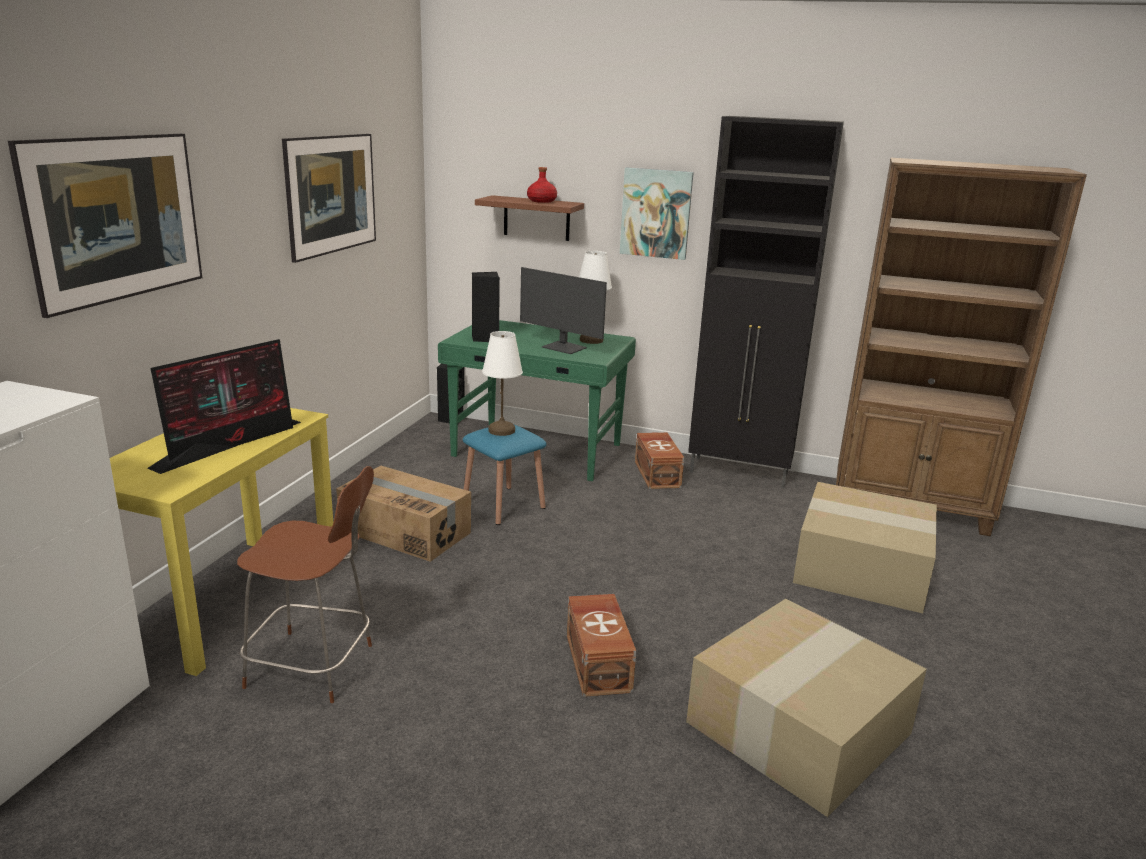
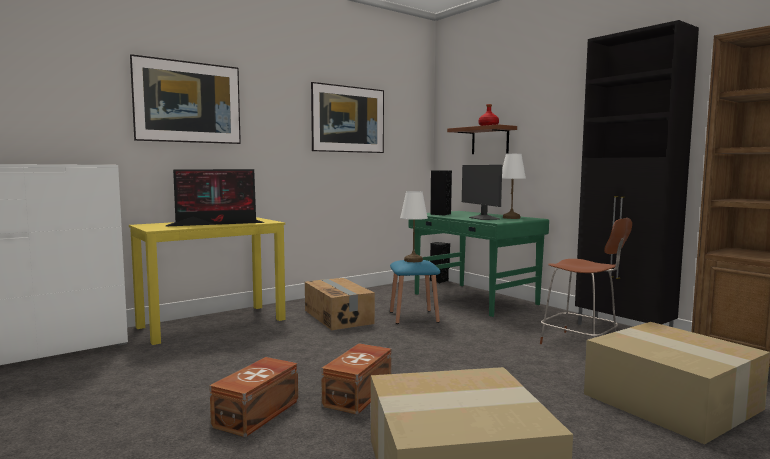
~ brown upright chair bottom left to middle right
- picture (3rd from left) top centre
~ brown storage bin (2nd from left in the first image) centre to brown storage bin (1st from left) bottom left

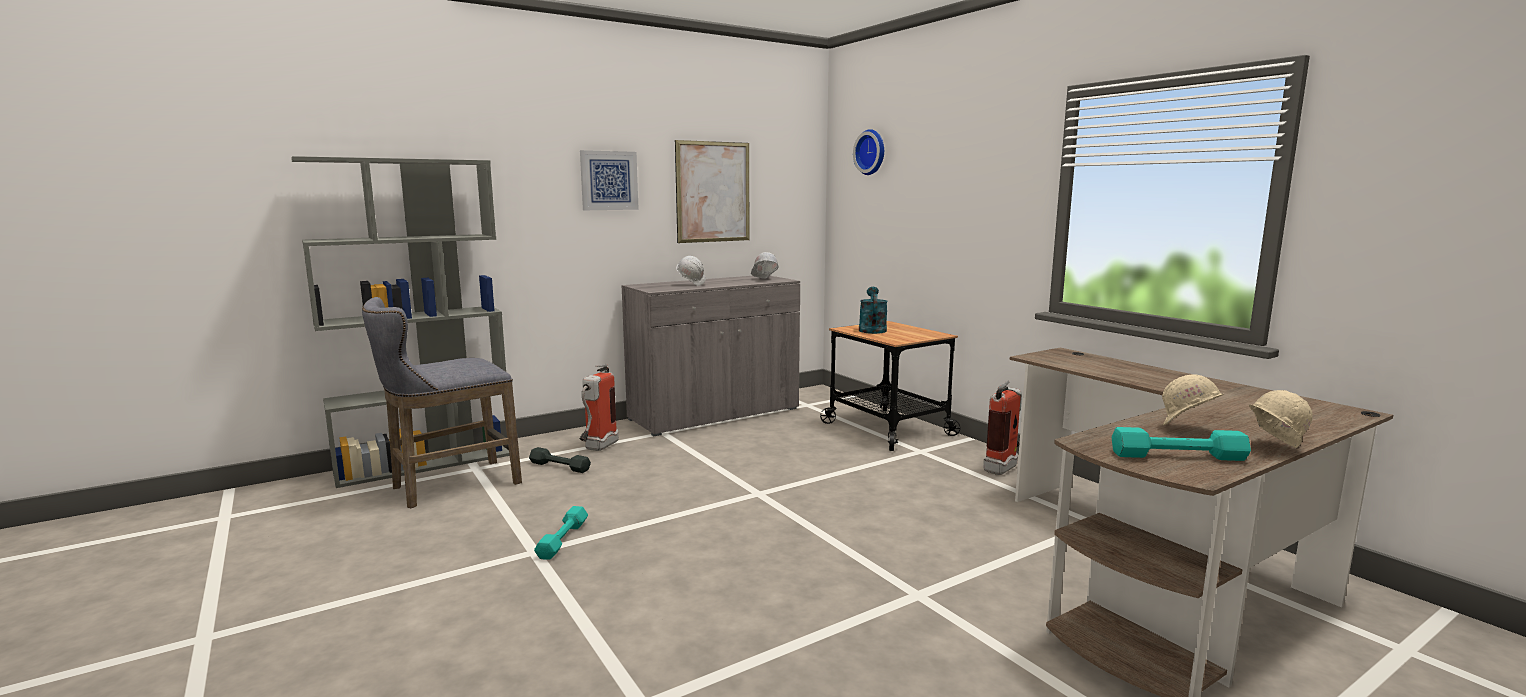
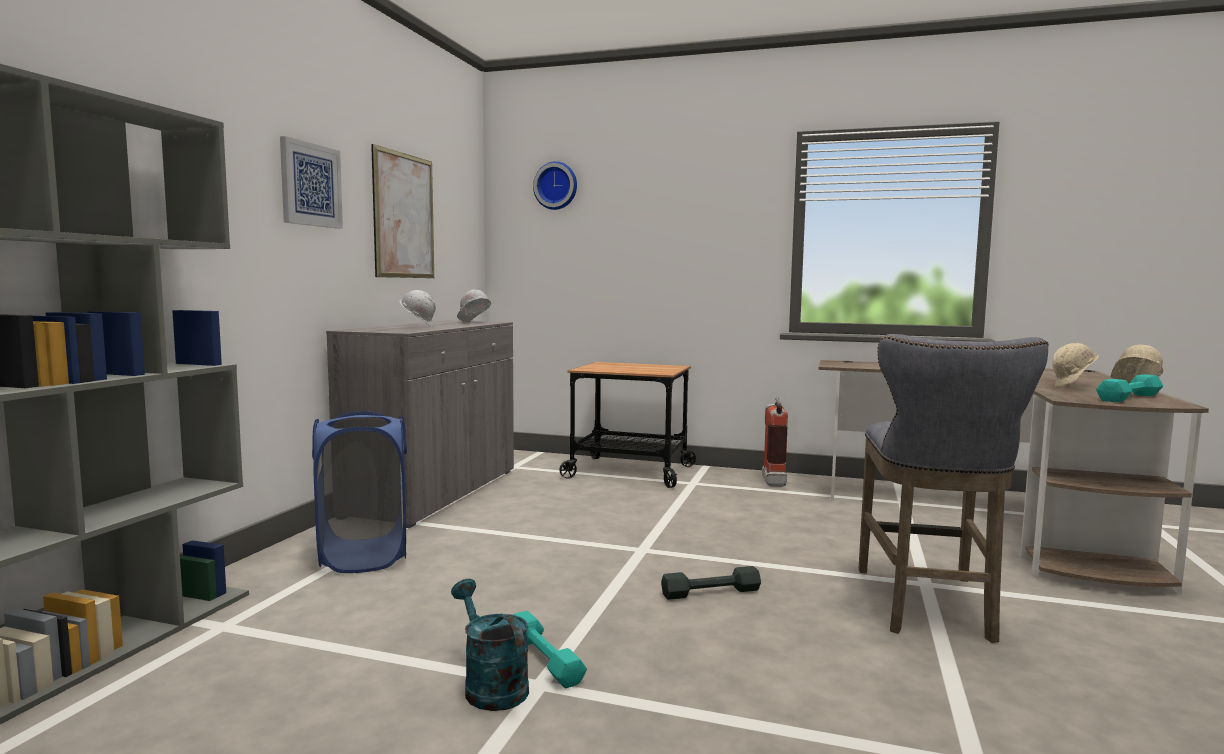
~ gray stool seat middle left to middle right
~ gray hand weight centre to bottom centre
~ fire-fighting cylinder (1st from left) centre to bluish hamper middle left
~ turquoise-coloured watering pot centre to bottom centre

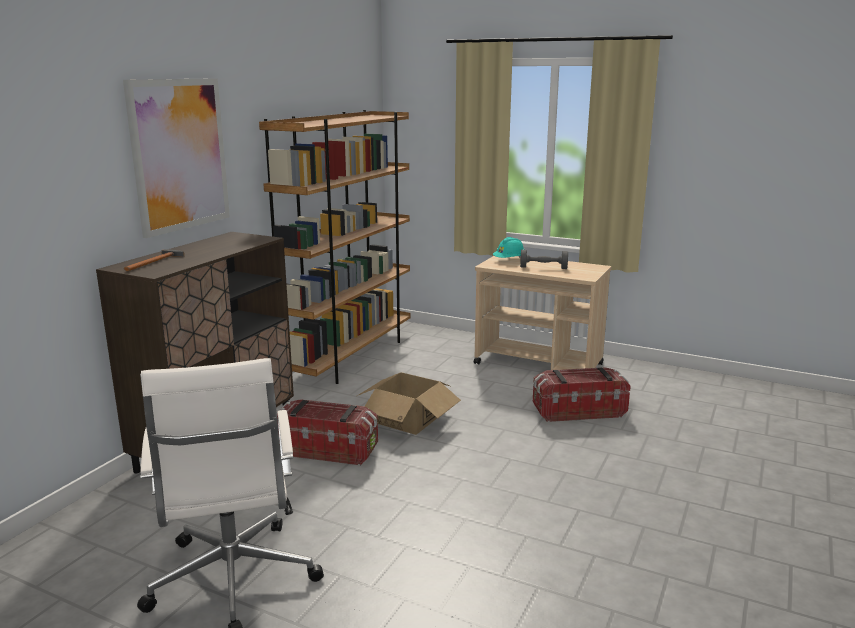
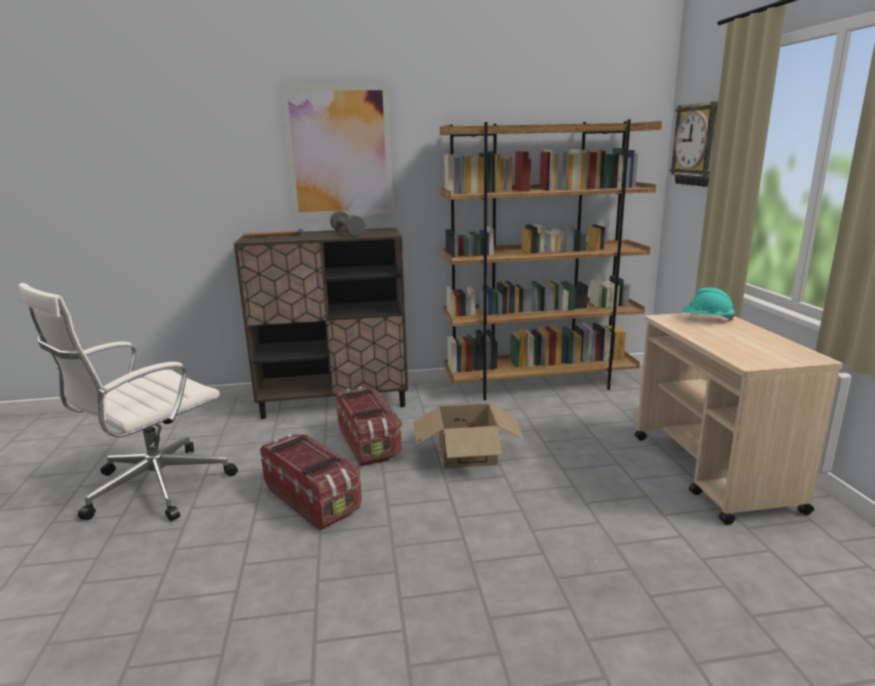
~ gray hand weight centre to top centre
~ storage bin (2nd from left in the first image) middle right to storage bin (1st from left) bottom centre
+ clock on the wall top right

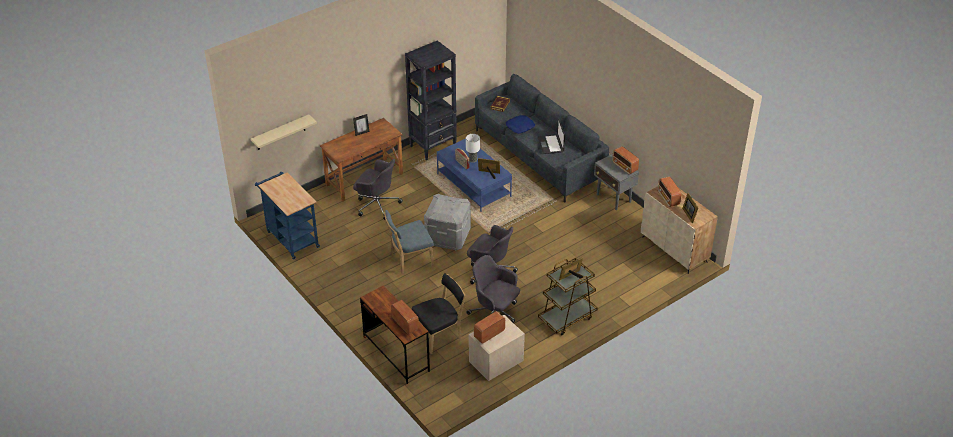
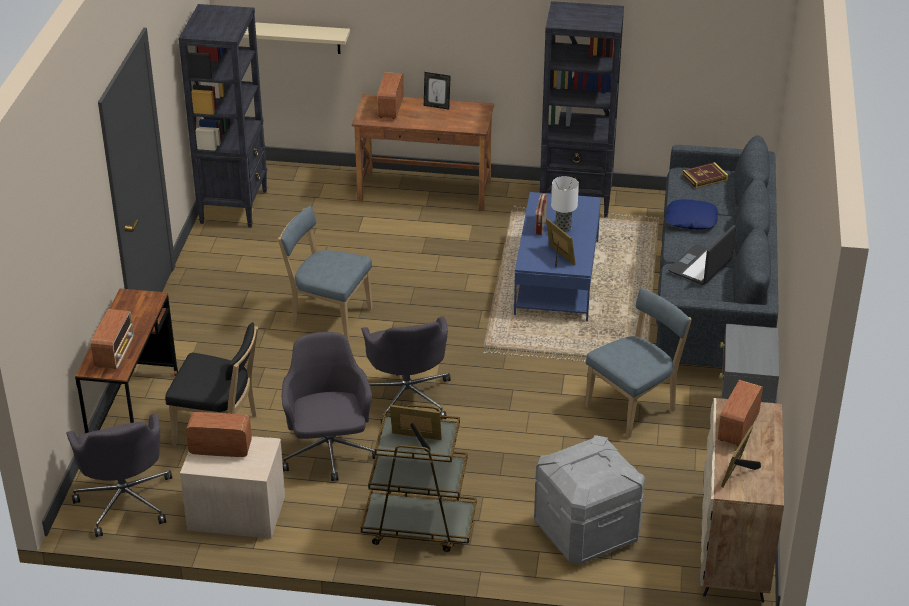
~ bluish cart middle left to blackish bookshelf (1st from left) top left
~ gray office chair (1st from left) centre to bottom left
~ gray storage bin centre to bottom centre
~ radio (4th from left in the first image) centre to radio (3rd from left) top centre
+ bluish upright chair (2nd from left) middle right

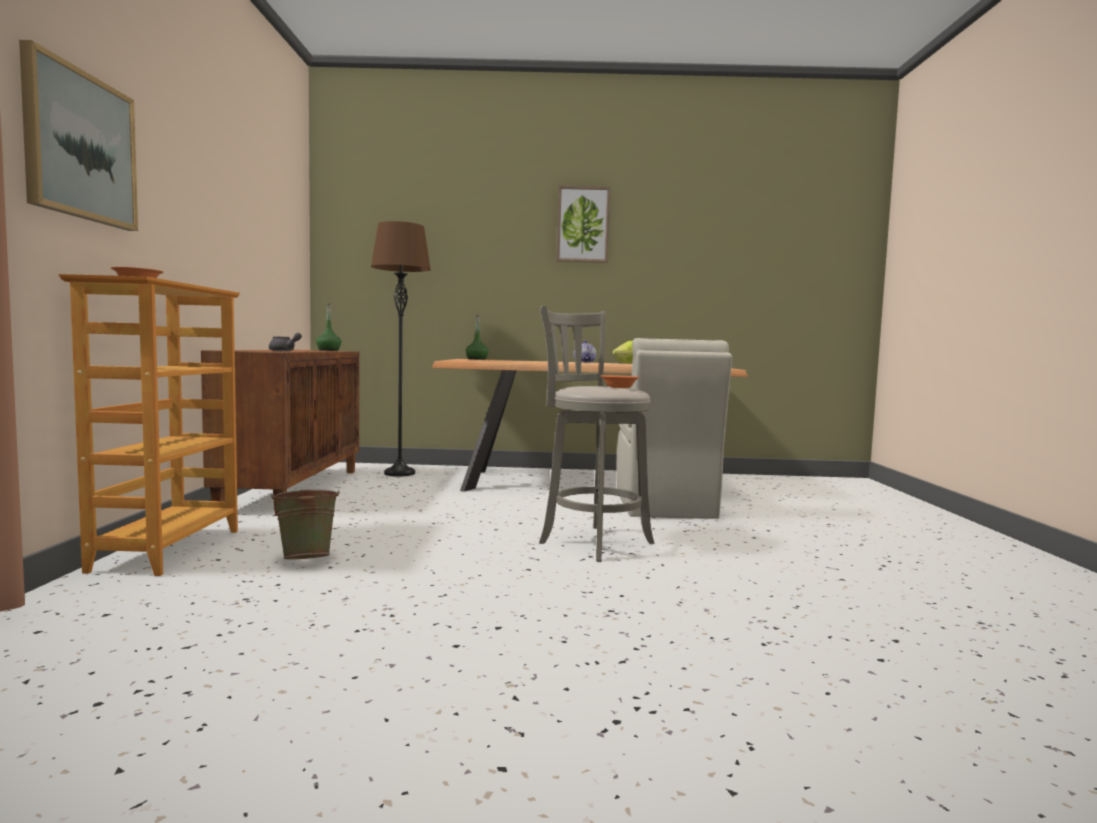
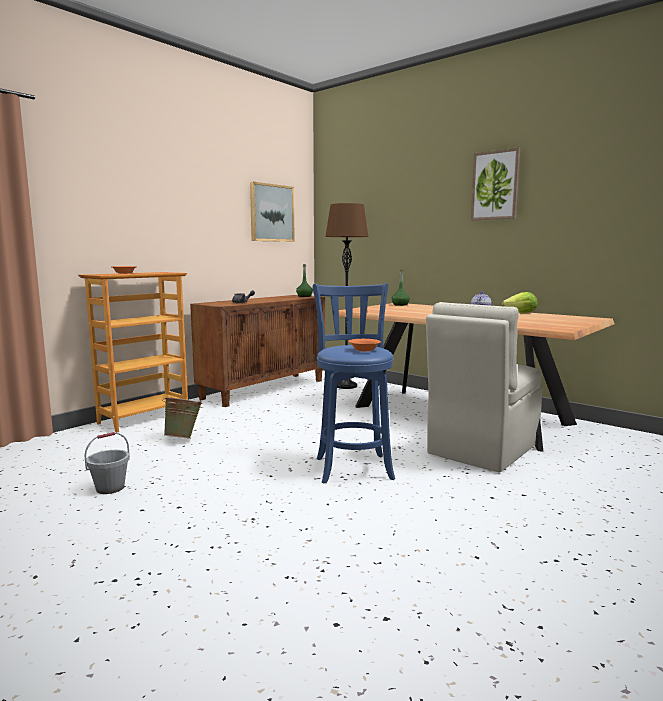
~ picture (1st from left) top left to top centre
~ gray stool seat centre to bluish stool seat centre
+ gray pail middle left

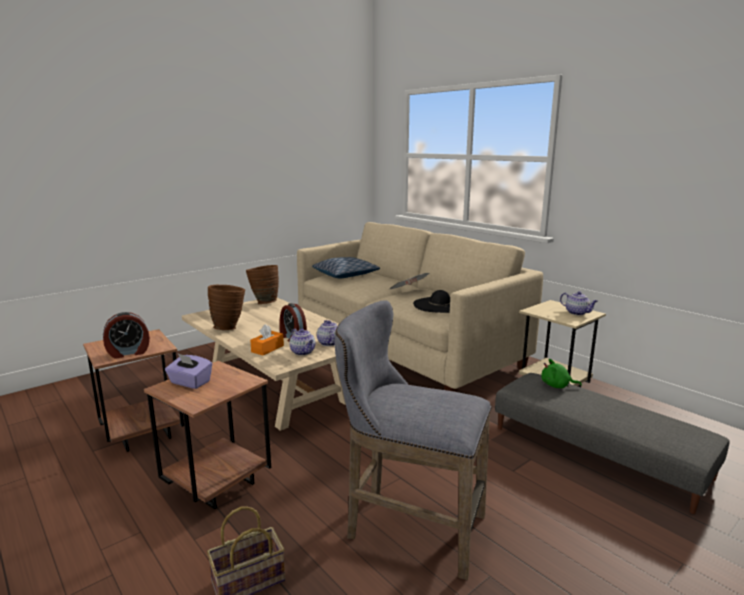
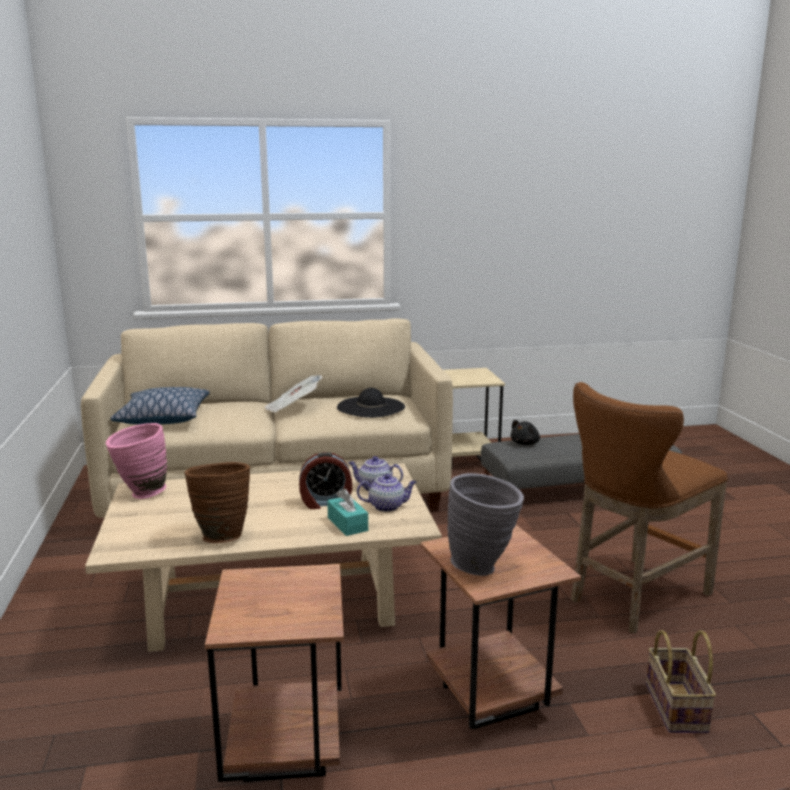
- alarm clock (1st from left) middle left
~ purple tissue box middle left to gray decorative vase centre
~ brown decorative vase (2nd from left) centre to pink decorative vase middle left
~ orangey tissue box centre to turquoise-coloured tissue box centre
~ gray stool seat bottom centre to brown stool seat middle right
~ green soft toy middle right to blackish soft toy centre
- tea pot (3rd from left) middle right

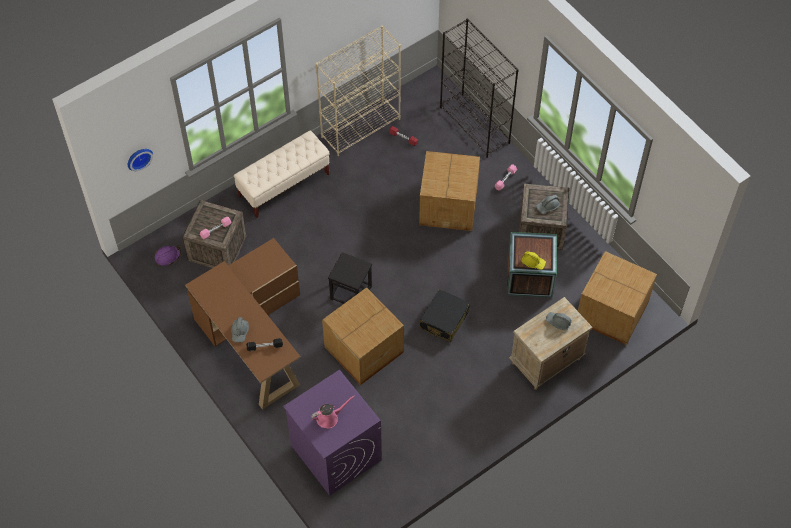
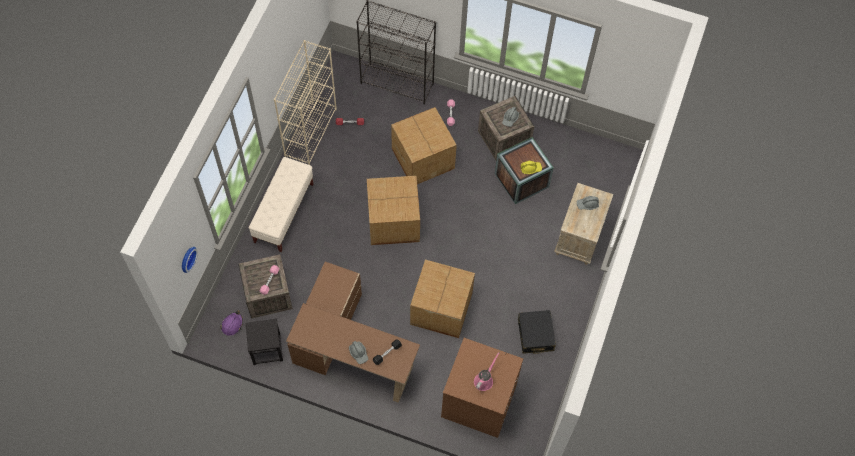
~ purple washing machine bottom centre to brown washing machine bottom centre
~ blackish stool seat centre to bottom left
~ blackish piece of luggage centre to bottom centre
~ packing box (3rd from left in the first image) middle right to packing box (1st from left) centre

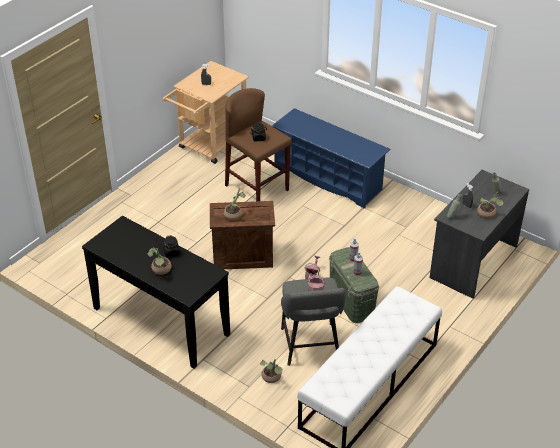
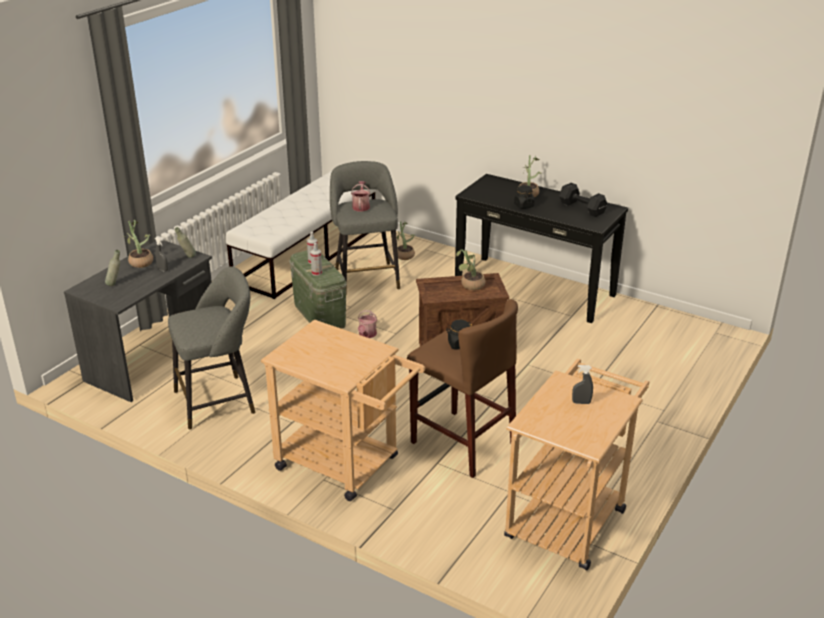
~ bluish shoe rack centre to sand-coloured cart (1st from left) centre
+ gray stool seat (1st from left) middle left
+ blackish hand weight top right

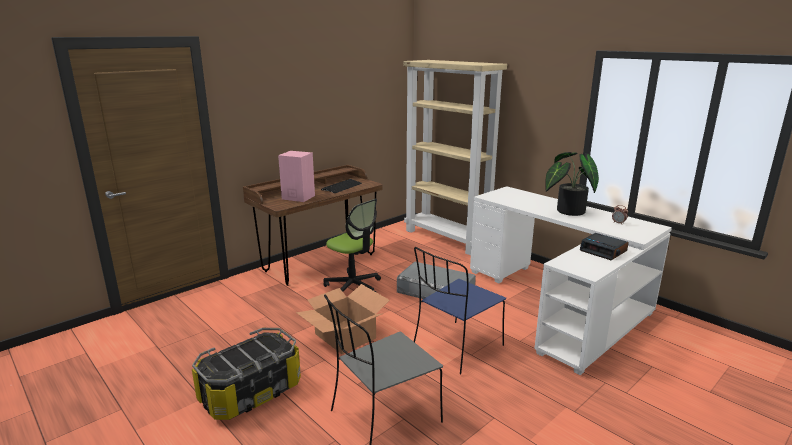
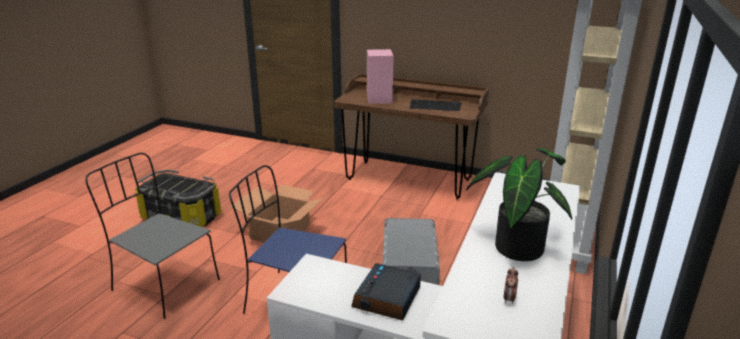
- office chair centre

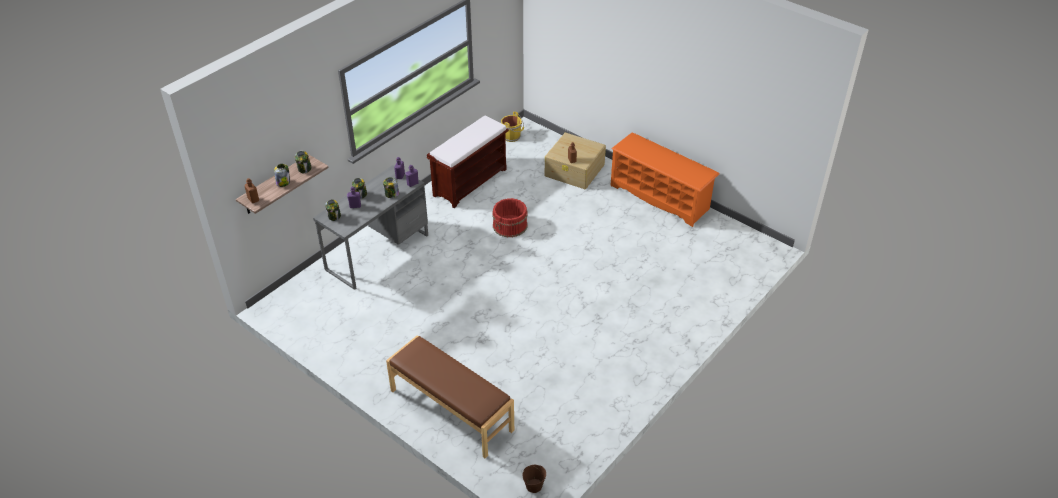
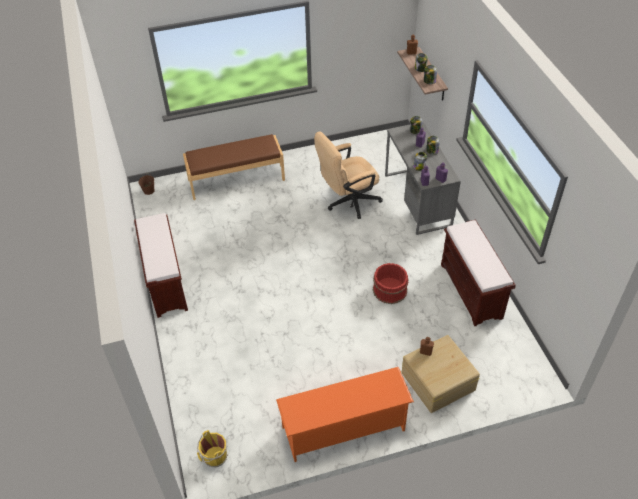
~ yellow pail top centre to bottom left
+ brown indoor bench (1st from left) middle left
+ sand-coloured office chair centre

